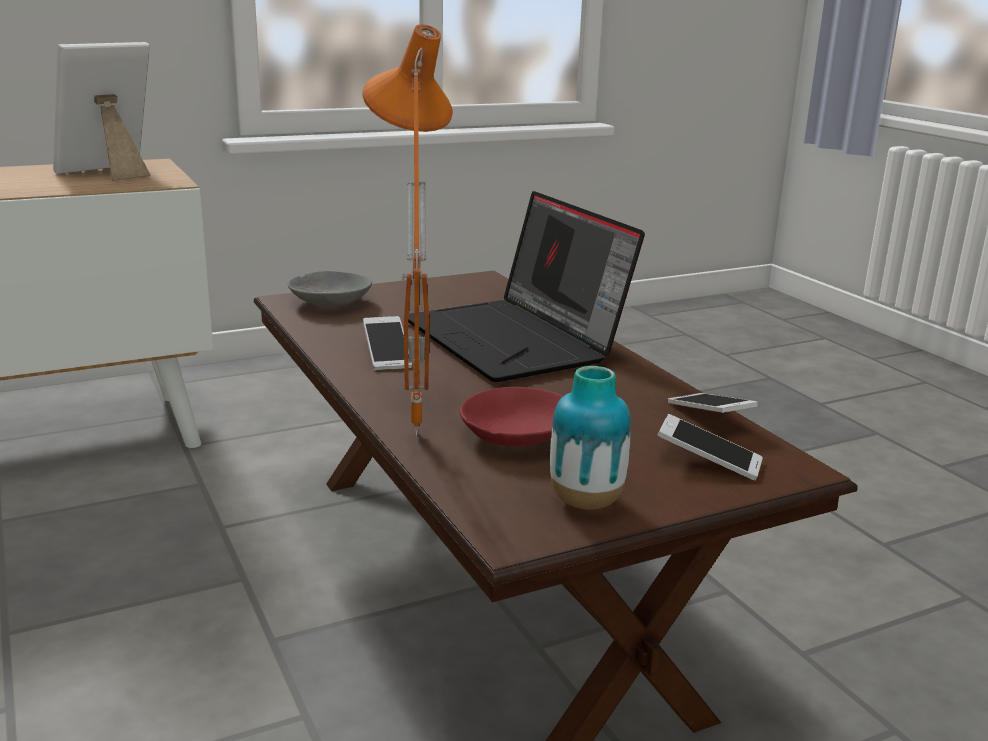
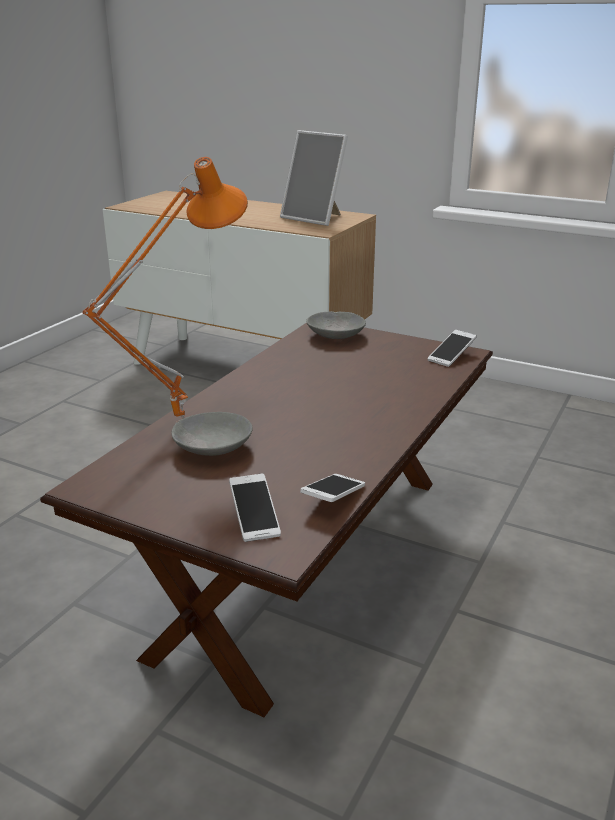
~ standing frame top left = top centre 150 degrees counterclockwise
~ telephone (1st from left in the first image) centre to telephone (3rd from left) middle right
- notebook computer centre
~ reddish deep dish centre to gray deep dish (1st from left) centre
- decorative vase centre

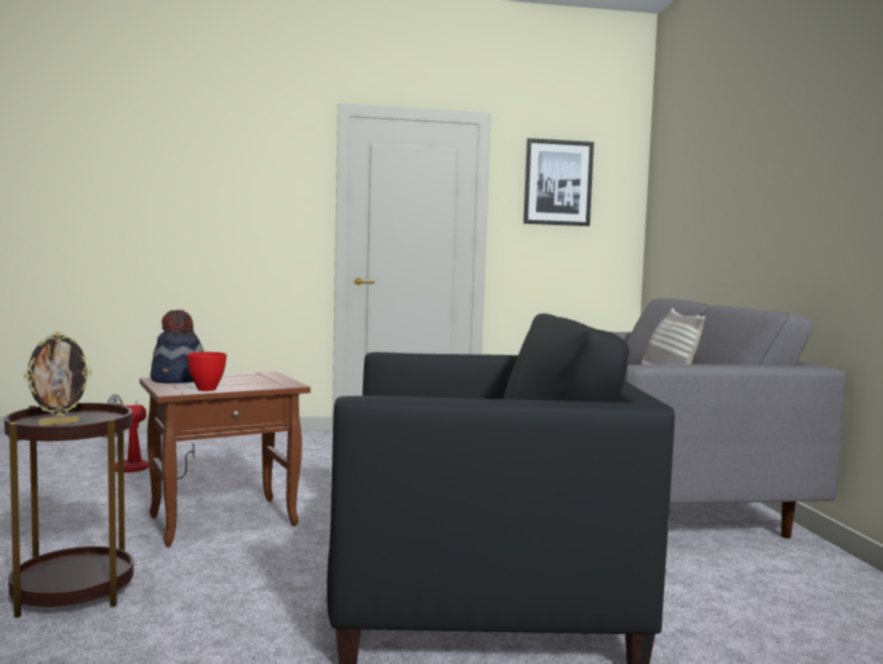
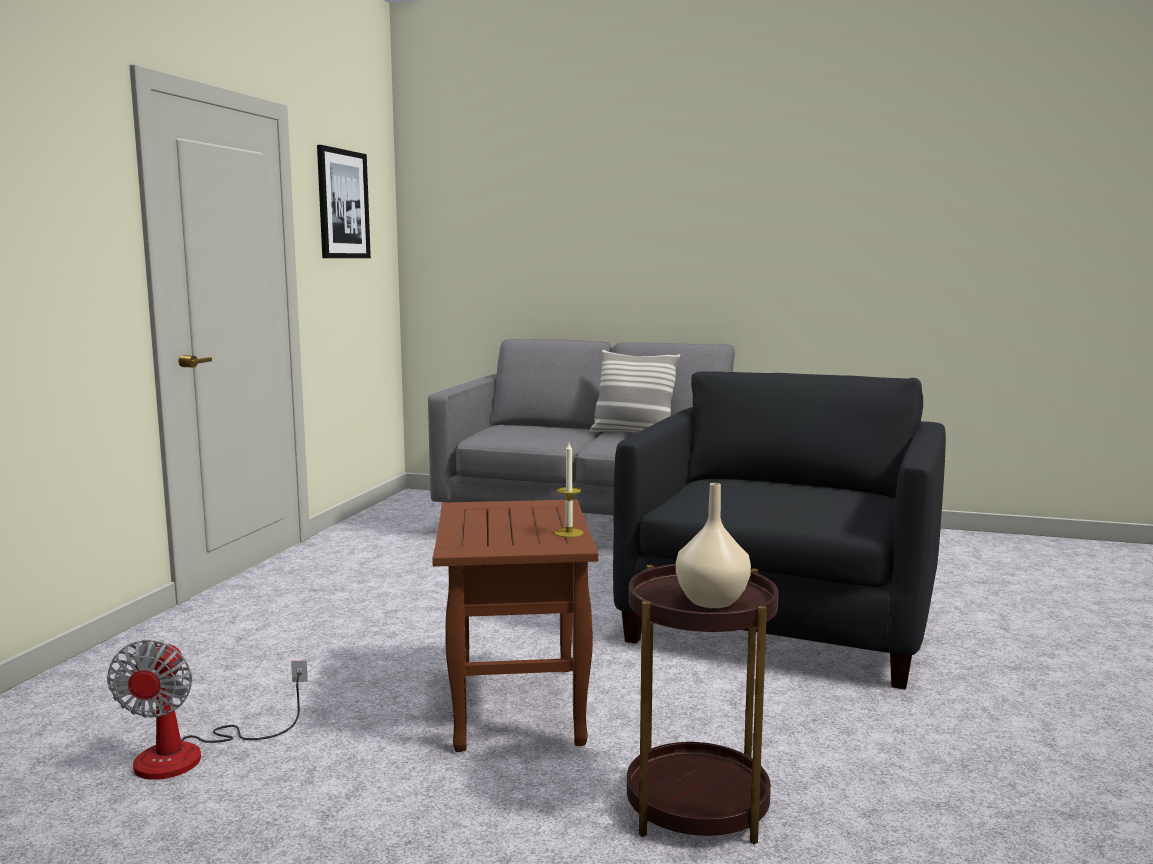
~ standing frame middle left to sand-coloured decorative vase centre
- clothing hat middle left
~ reddish deep dish middle left to wax candle centre

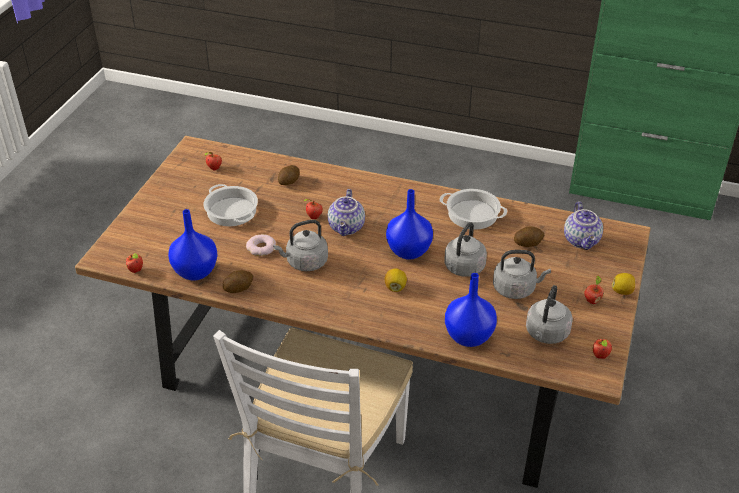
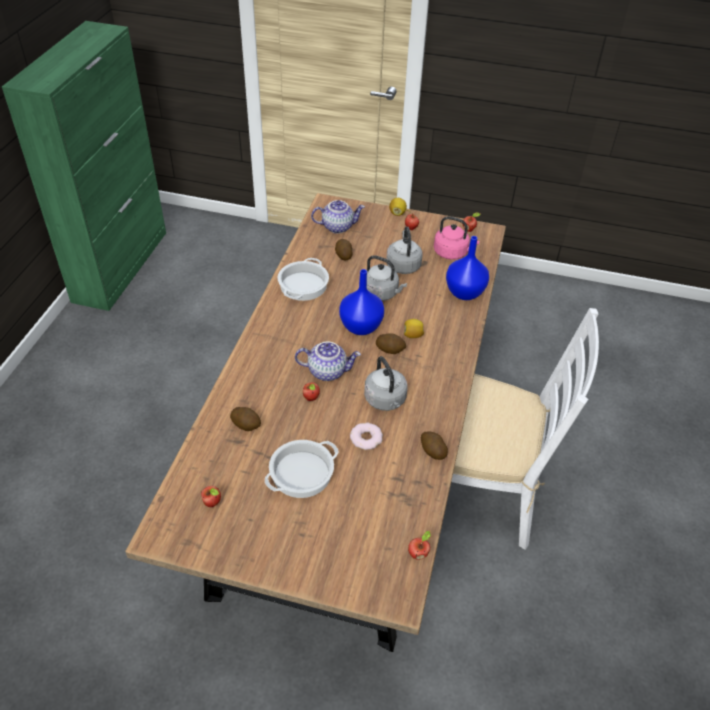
- bluish decorative vase (1st from left) middle left
~ gray kettle (4th from left) middle right to pink kettle centre
+ spud (3rd from left) centre

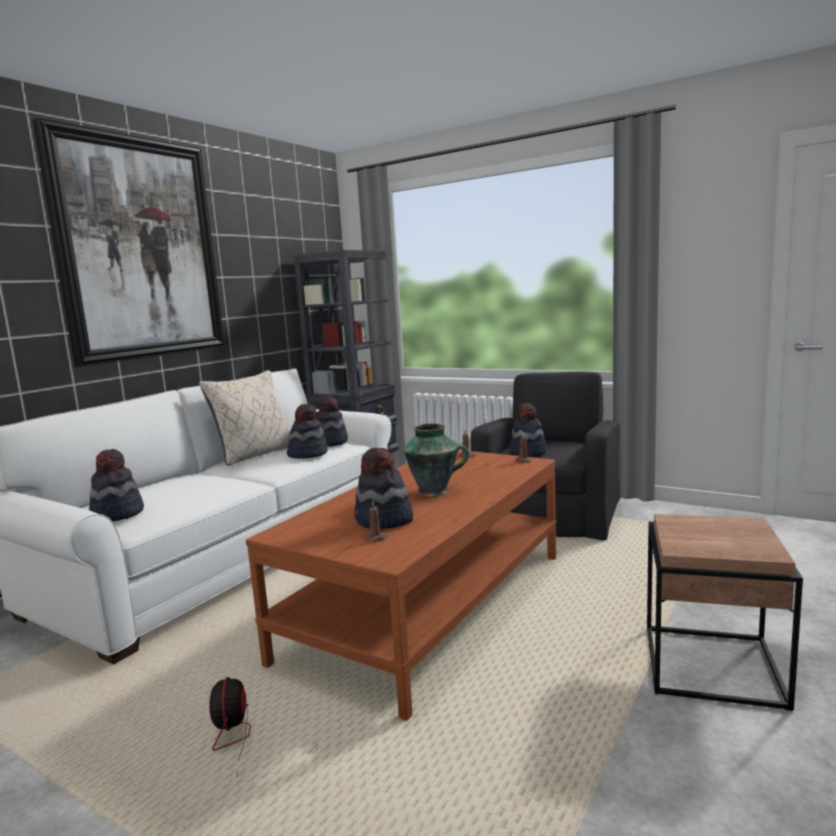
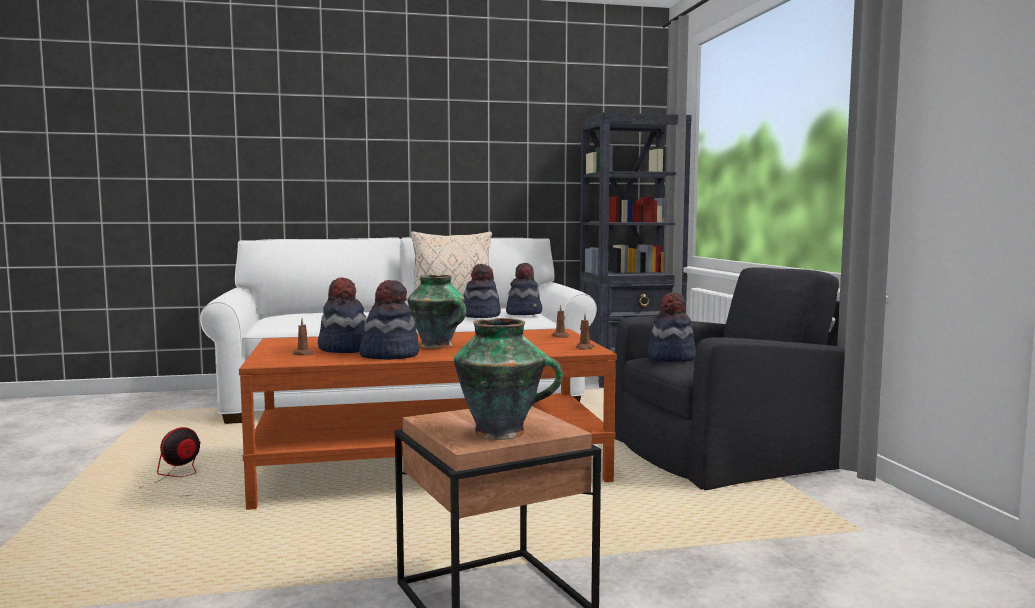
- picture top left
~ clothing hat (1st from left in the first image) middle left to clothing hat (2nd from left) centre
+ decorative vase (2nd from left) centre

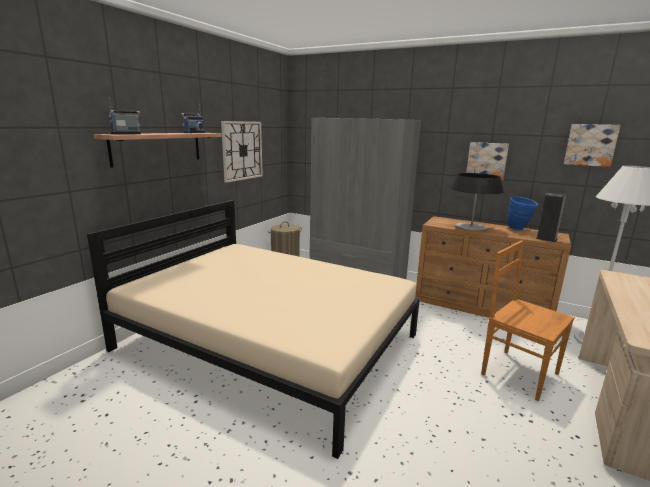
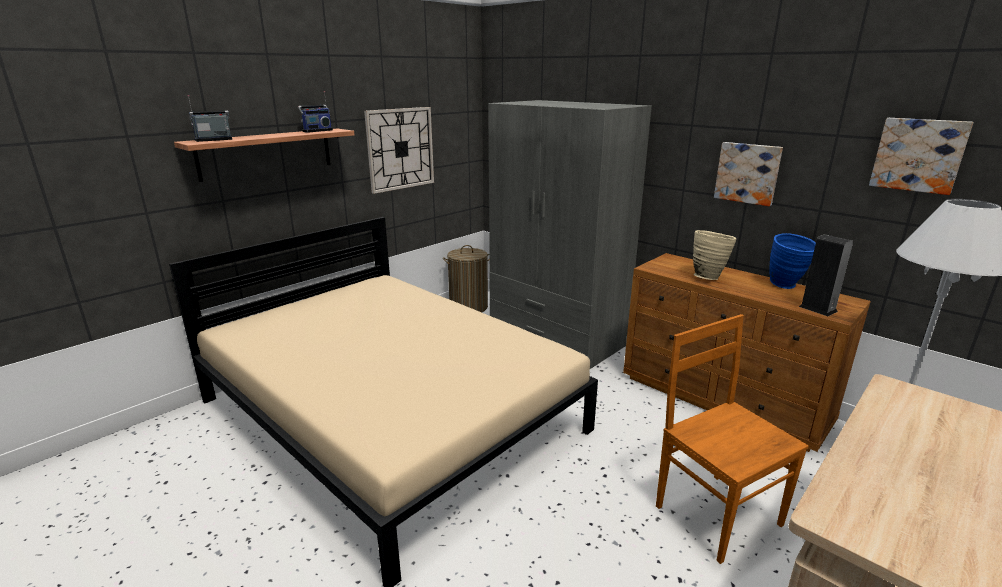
~ lamp for a table middle right to sand-coloured decorative vase middle right

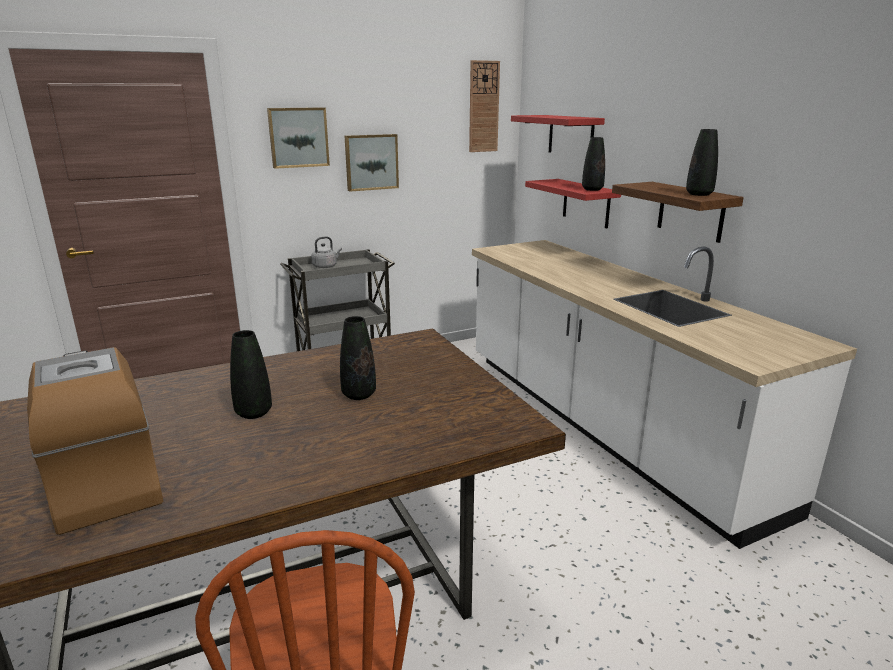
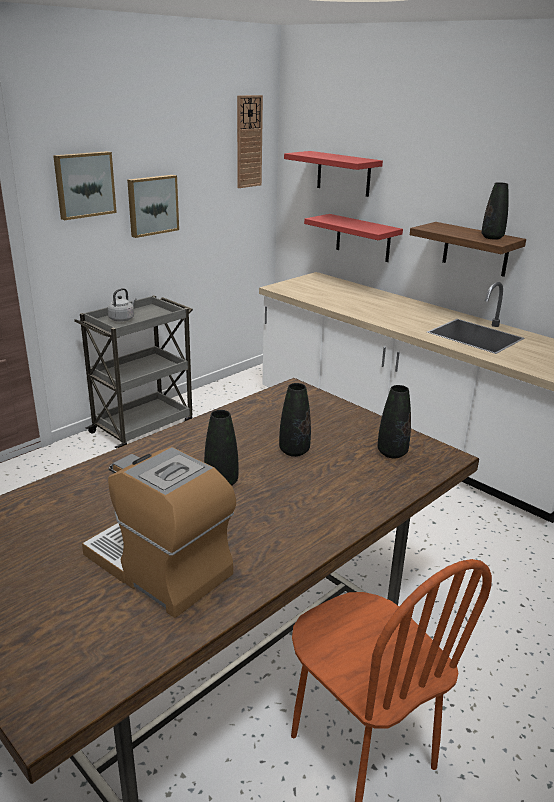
~ blackish decorative vase (3rd from left) top centre to middle right

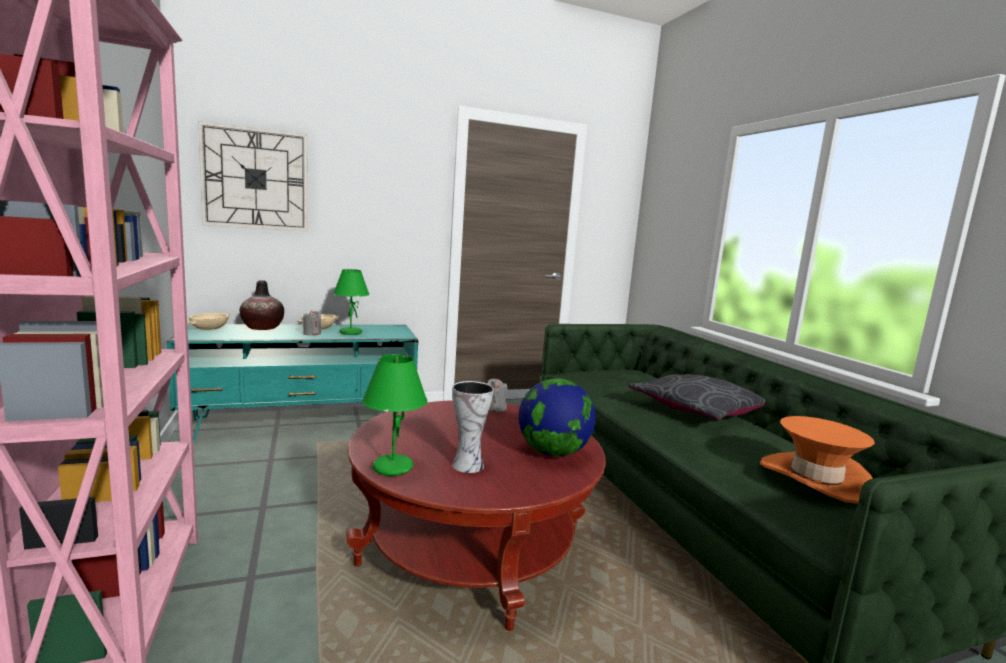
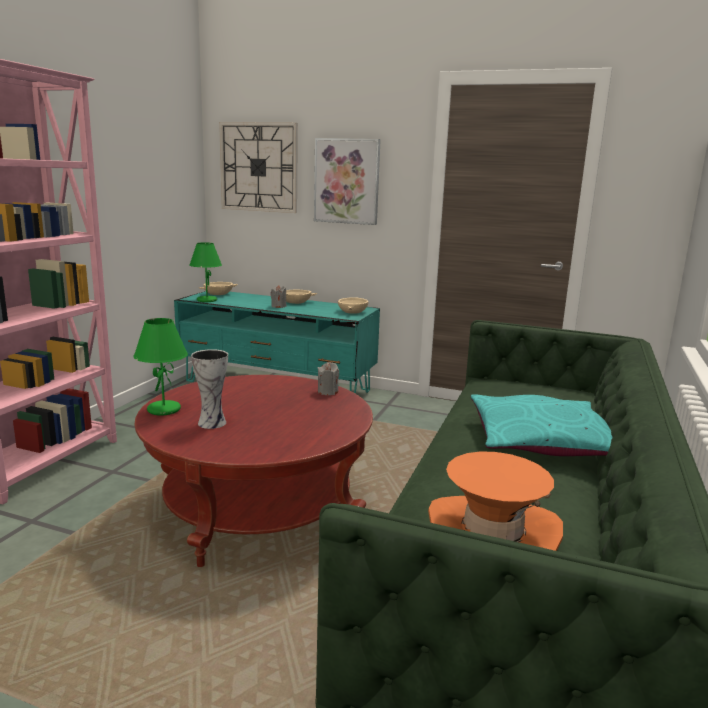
- decorative vase (1st from left) middle left
~ green lamp for a table (1st from left in the first image) centre to green lamp for a table (2nd from left) middle left
- desk globe centre
~ gray cushion middle right to turquoise-coloured cushion middle right
+ picture top centre
+ sand-coloured deep dish (3rd from left) centre

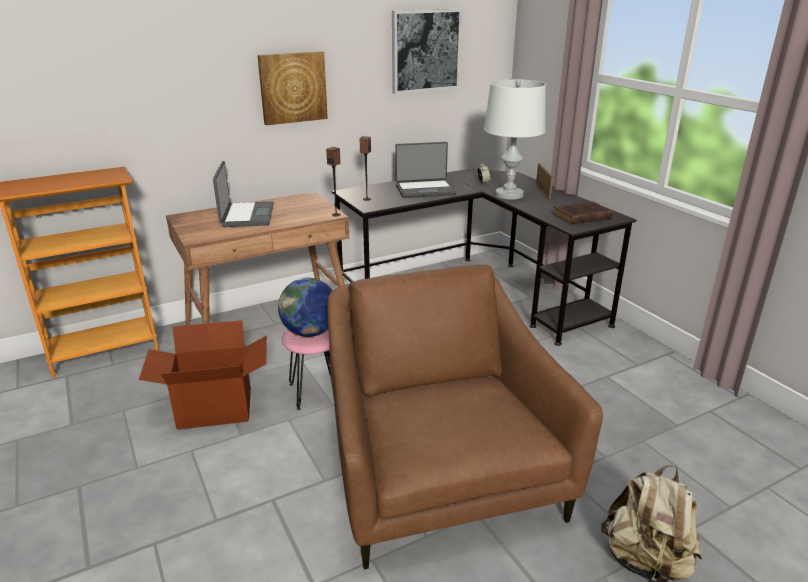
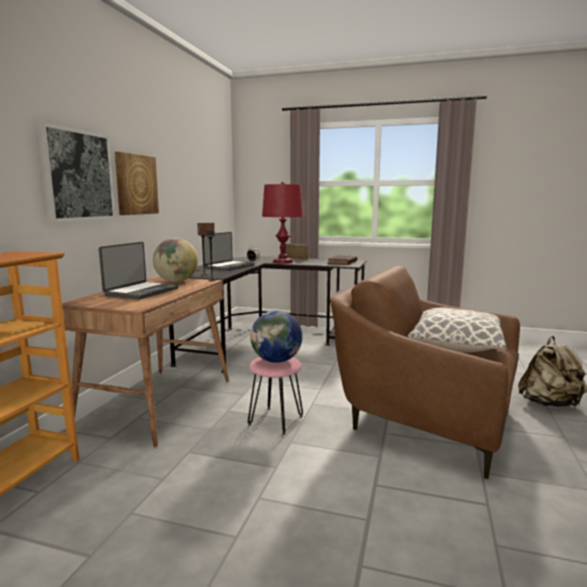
- packing box middle left
~ notebook computer (1st from left) middle left = middle left 75 degrees clockwise
~ picture (2nd from left in the first image) top centre to picture (1st from left) top left
~ whitish lamp for a table top centre to reddish lamp for a table centre
+ desk globe (1st from left) middle left
+ cushion middle right

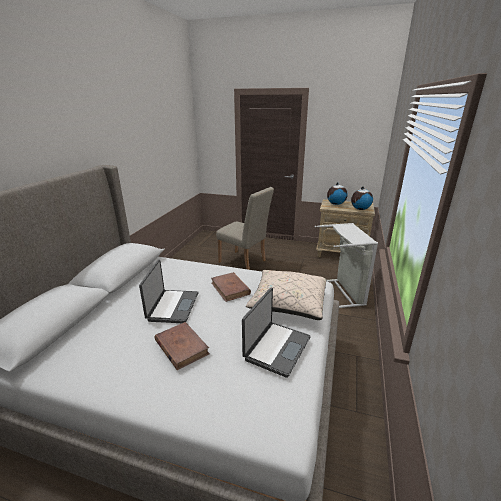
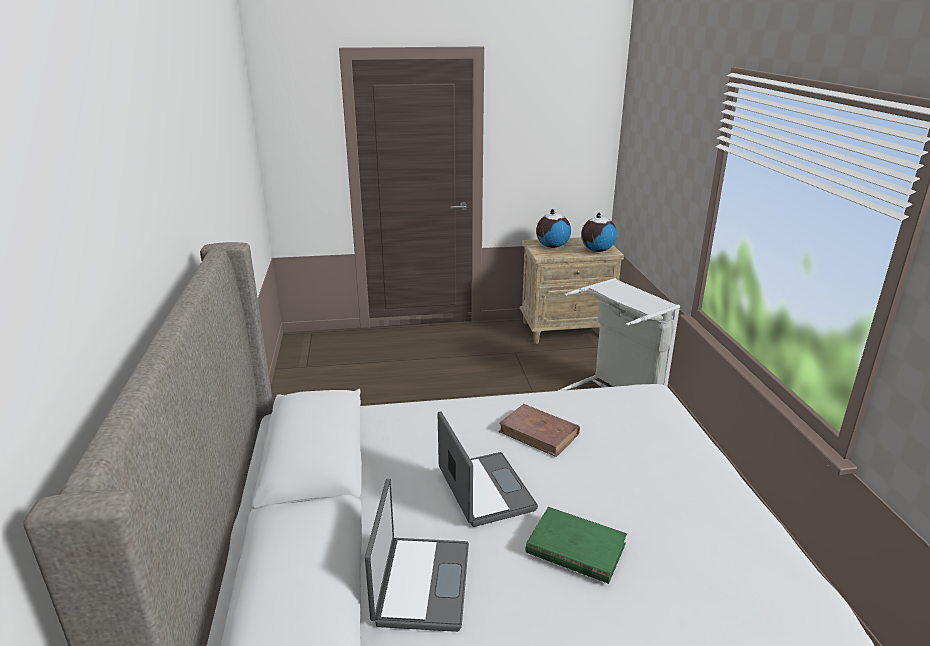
~ brown book (1st from left) bottom centre to green book bottom centre
- sand-coloured upright chair centre
~ notebook computer (2nd from left in the first image) centre to notebook computer (1st from left) bottom centre
- sand-coloured cushion centre

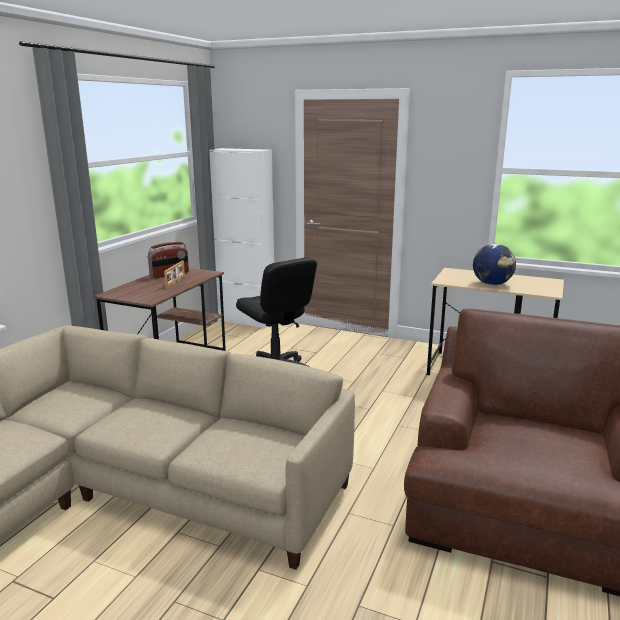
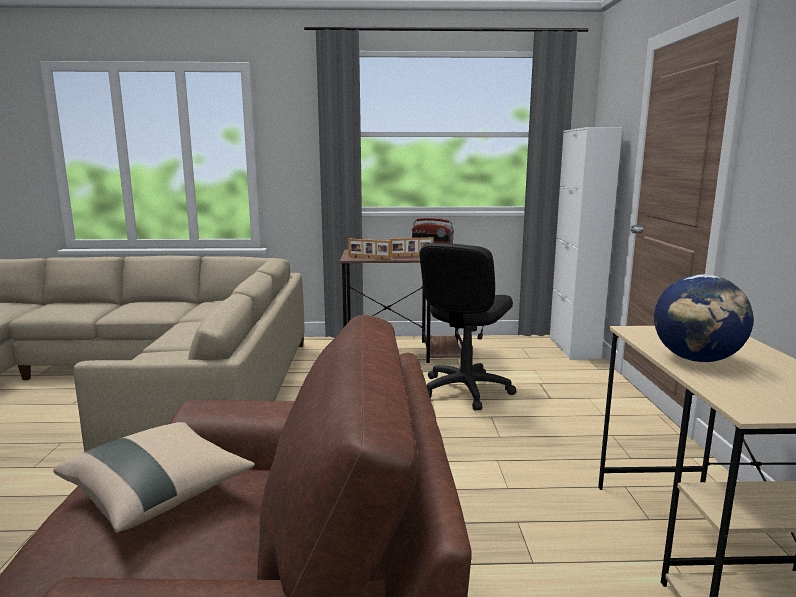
+ sand-coloured cushion bottom left
+ standing frame (1st from left) centre

